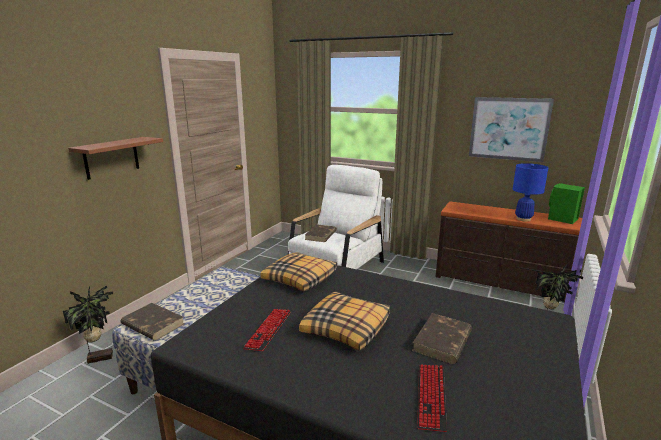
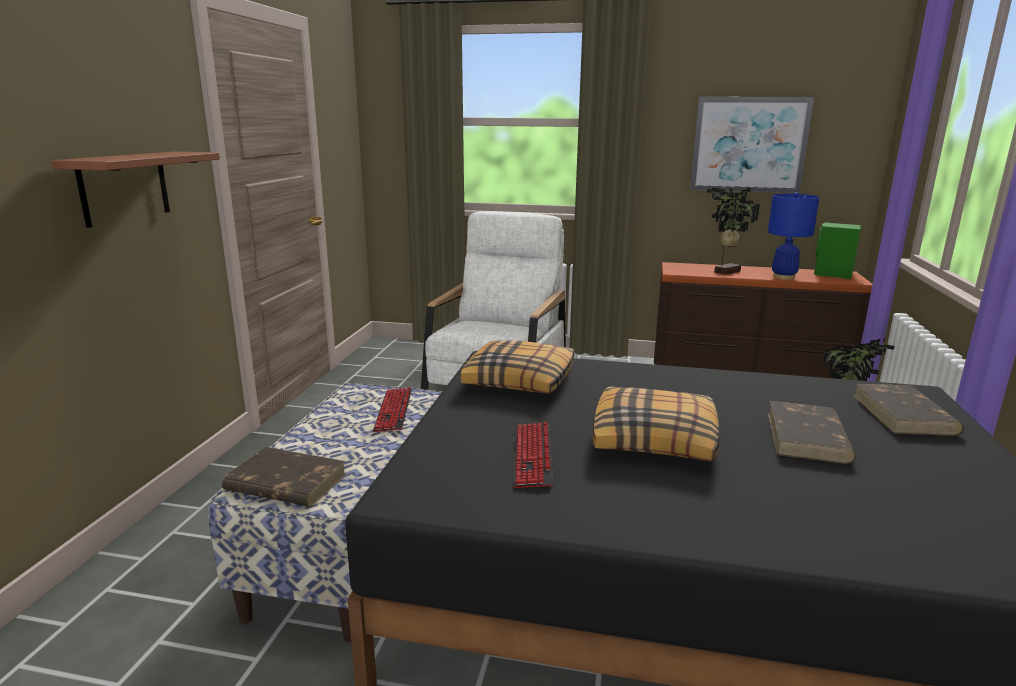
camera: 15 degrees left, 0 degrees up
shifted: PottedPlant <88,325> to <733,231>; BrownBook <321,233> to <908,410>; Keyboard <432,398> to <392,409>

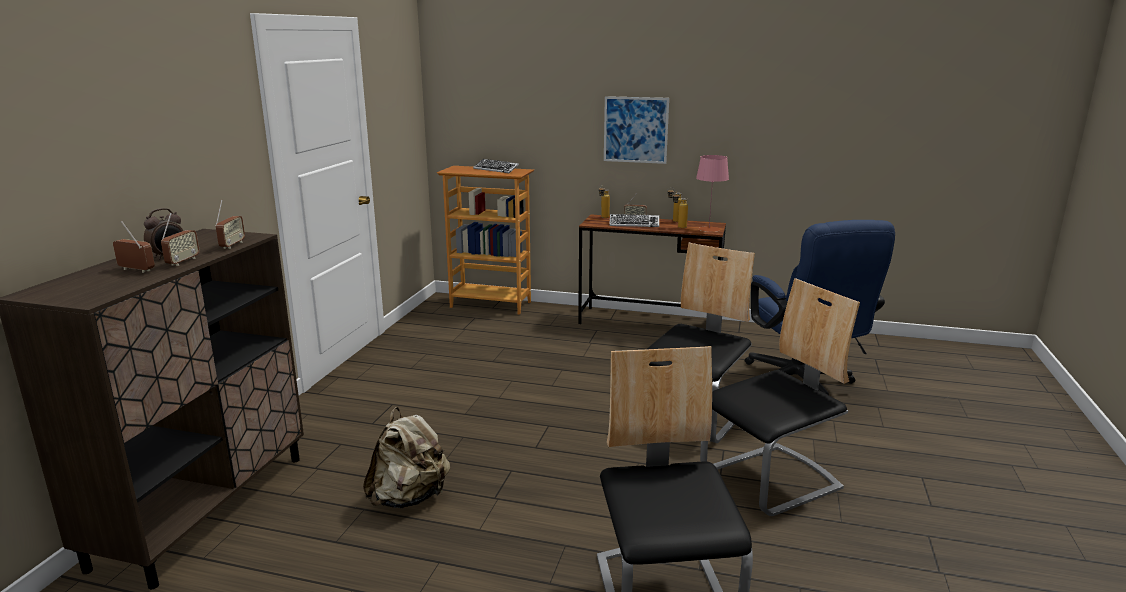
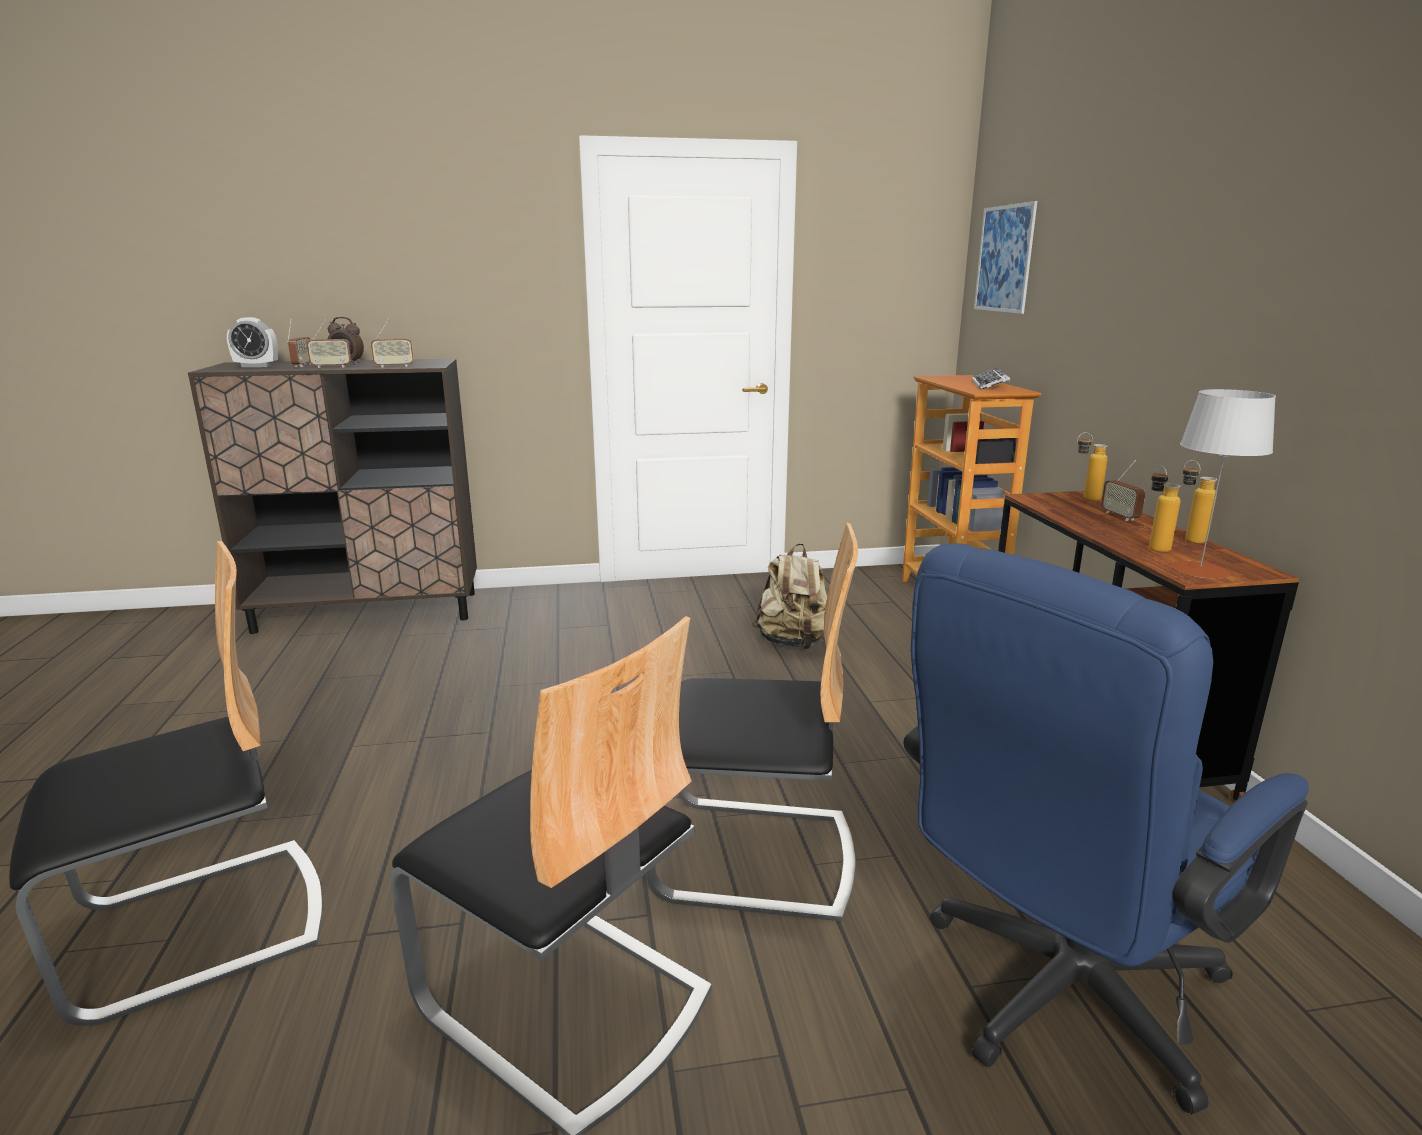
camera: 65 degrees right, 0 degrees up
gone: Keyboard <634,220>
new: AlarmClock <252,342>
shifted: BeigeBackpack <406,457> to <789,596>; Picture <636,130> to <1005,257>
repainted: PinkTableLamp <712,193> to GreyTableLamp <1223,484>

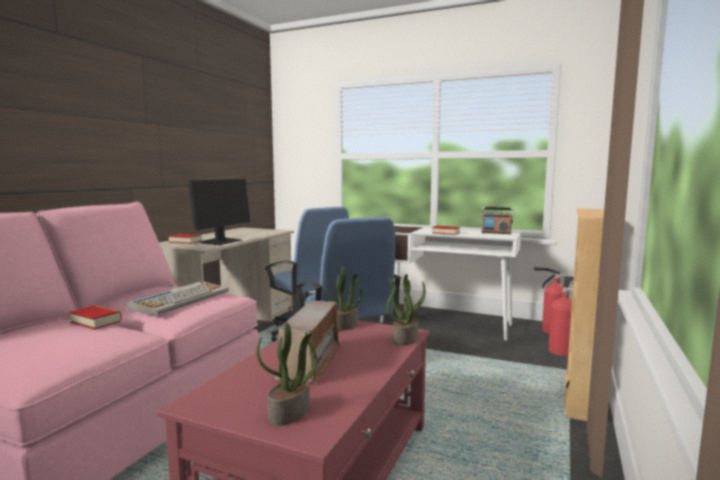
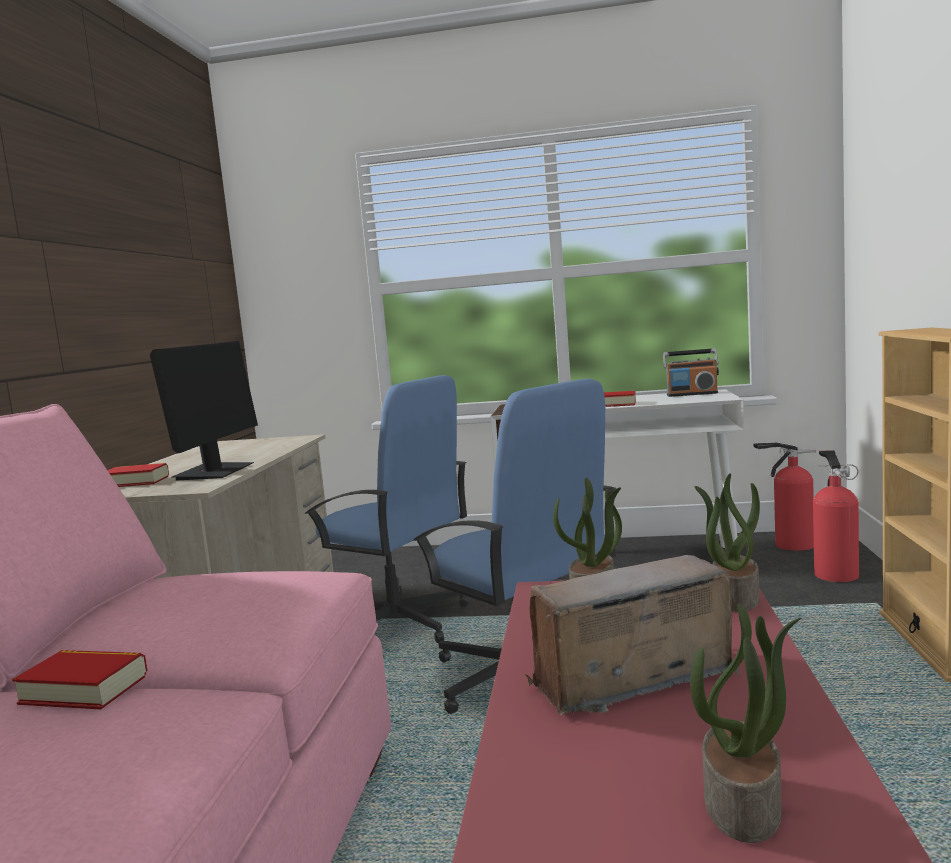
camera: 15 degrees left, 0 degrees up
gone: Keyboard <178,298>
rotated: Radio <308,342> = <632,635> 105 degrees counterclockwise

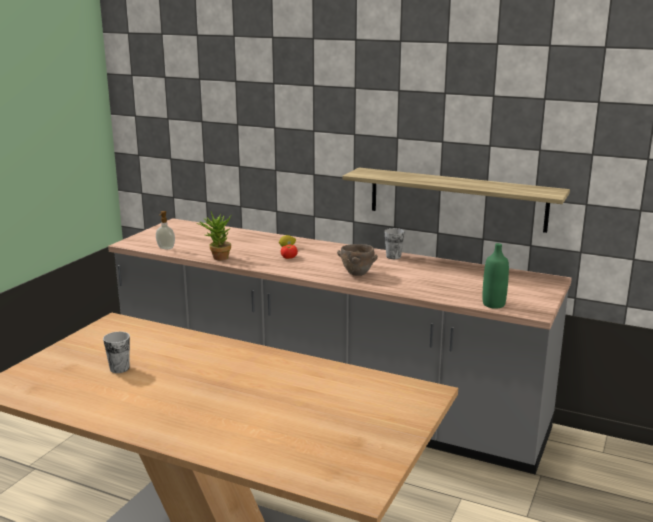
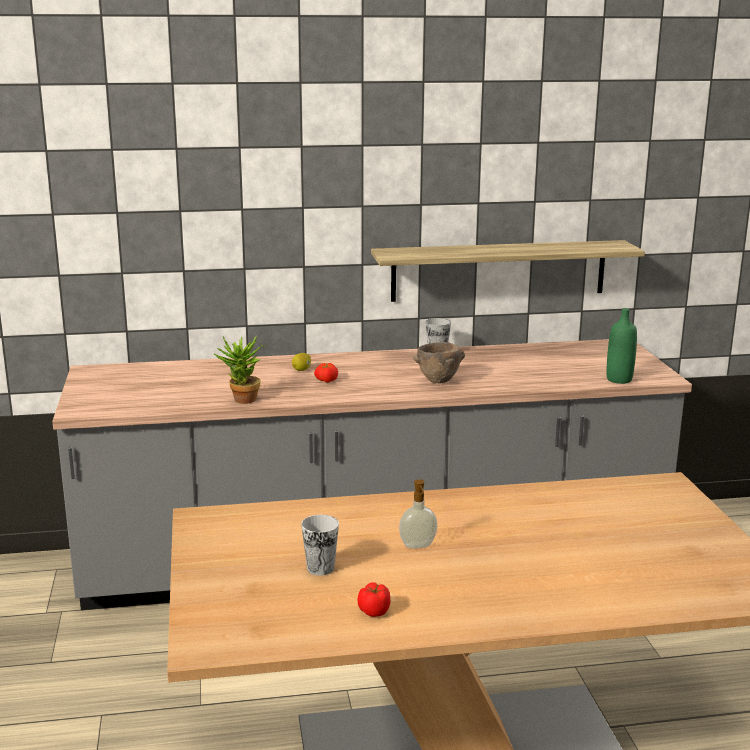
camera: 35 degrees left, 0 degrees up
new: Tomato <373,600>
shifted: SoapDispenser <165,230> to <418,514>

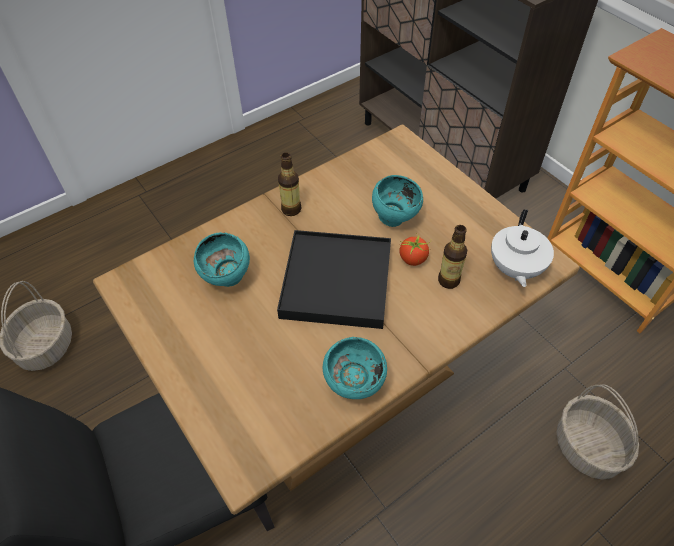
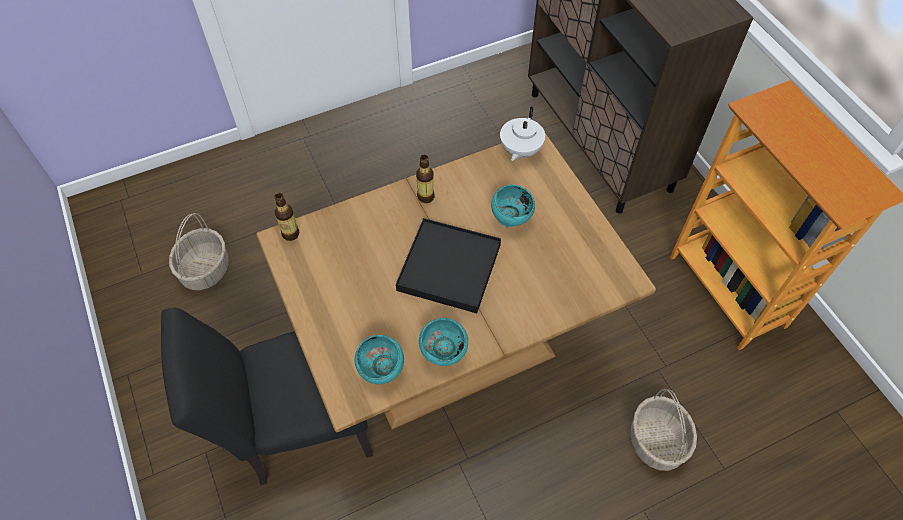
camera: 10 degrees right, 5 degrees up
gone: Tomato <415,249>
shifted: TurquoiseBowl <222,259> to <379,359>; Bottle <452,257> to <286,217>; WhiteTeapot <522,248> to <522,133>

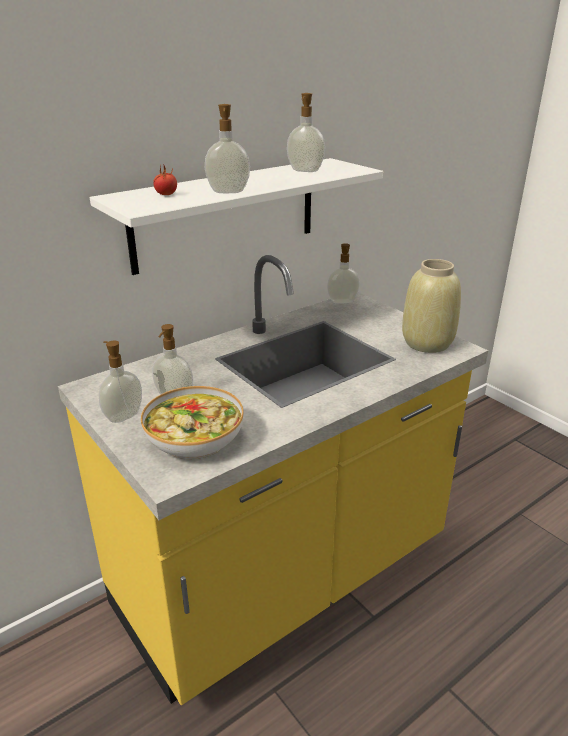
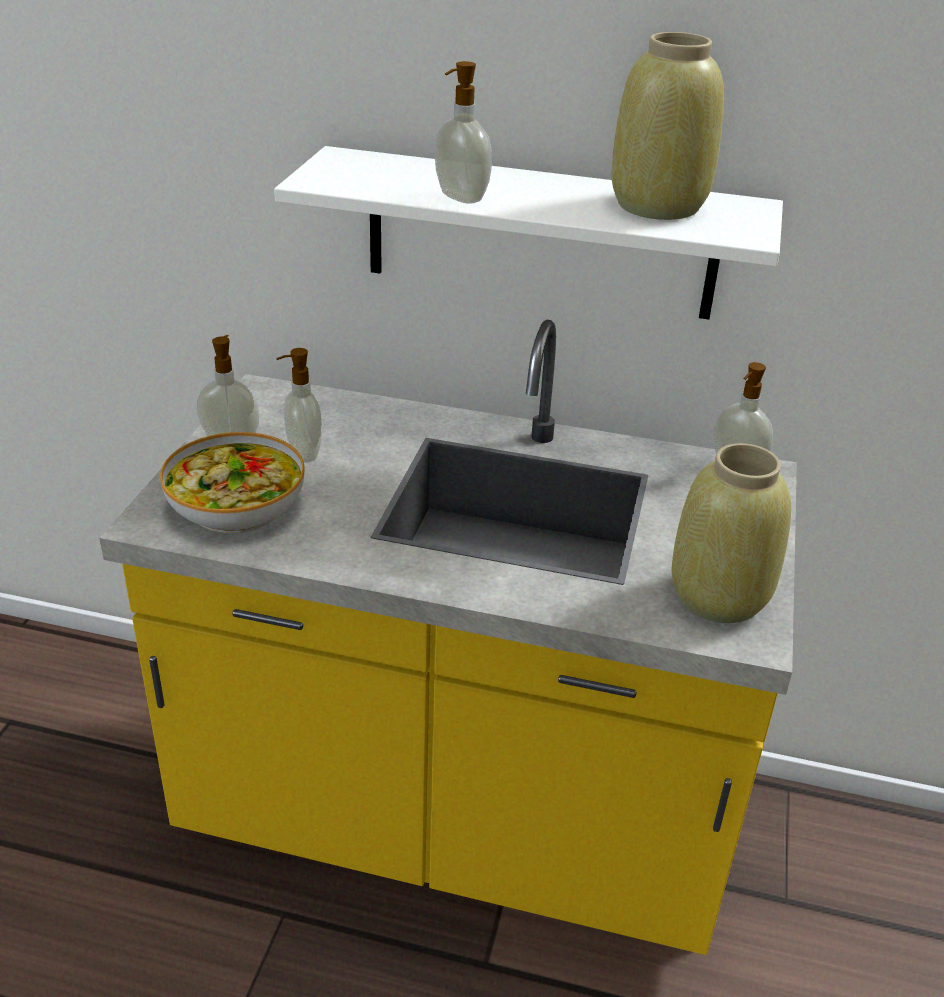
camera: 50 degrees right, 5 degrees up
gone: Tomato <165,179>
swapped: SoapDispenser <306,132> to BeigeVase <667,126>

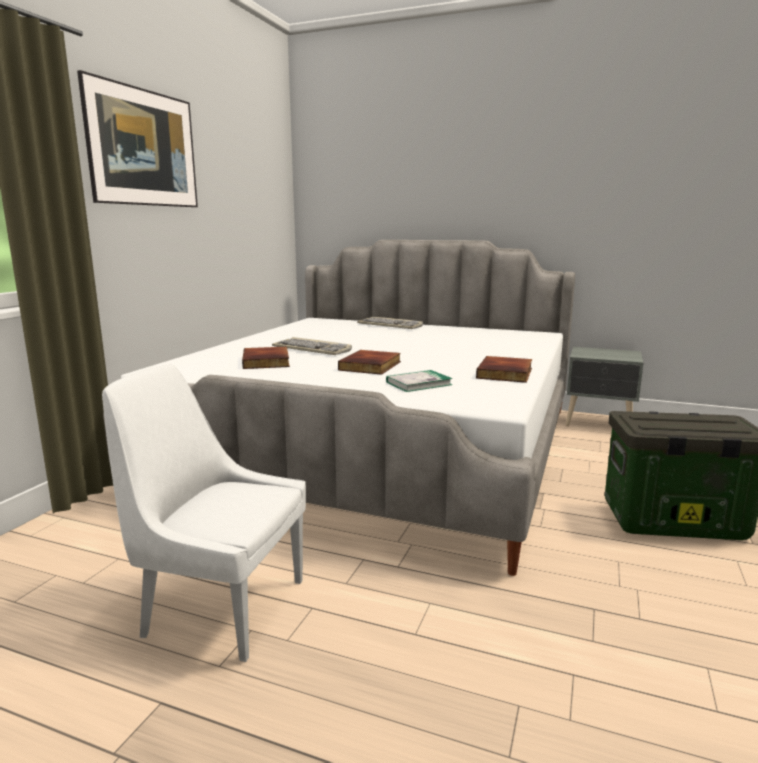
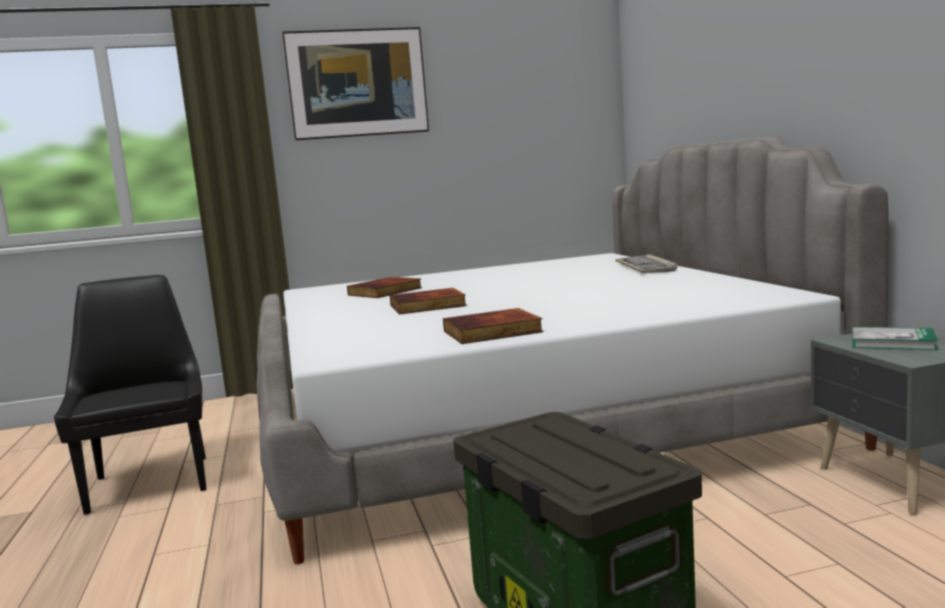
camera: 55 degrees right, 5 degrees down
gone: Keyboard <312,346>
shifted: Book <419,381> to <895,338>
repainted: WhiteChair <204,513> to BlackChair <130,395>

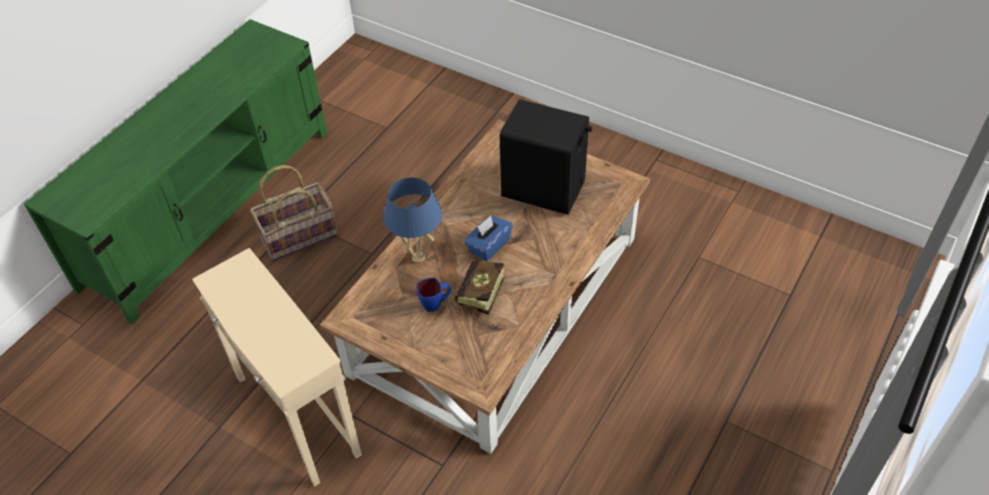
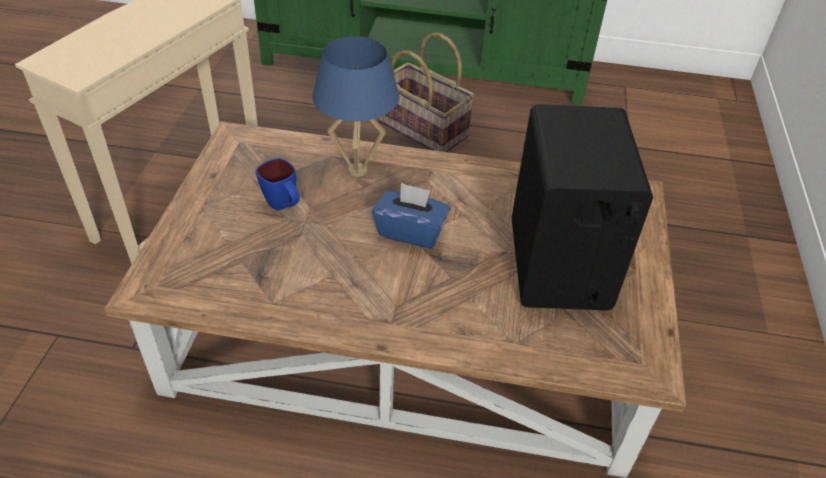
camera: 65 degrees right, 5 degrees down
gone: Book <479,293>

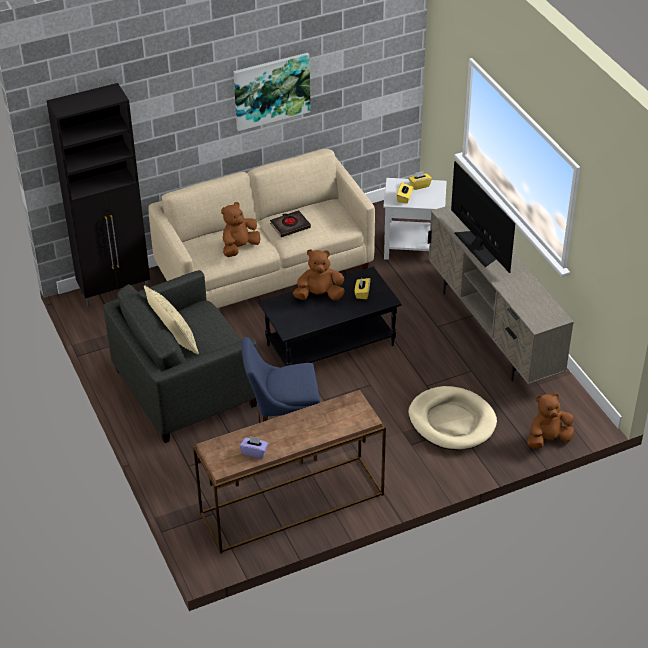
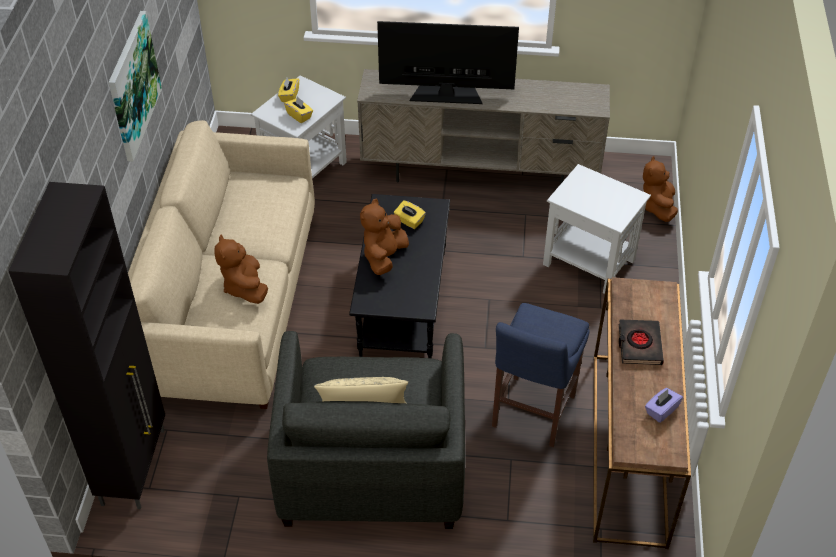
camera: 60 degrees left, 5 degrees up
shifted: BlackBook <290,223> to <641,342>
swapped: BeigeDogBed <452,418> to WhiteSideTable <597,229>

